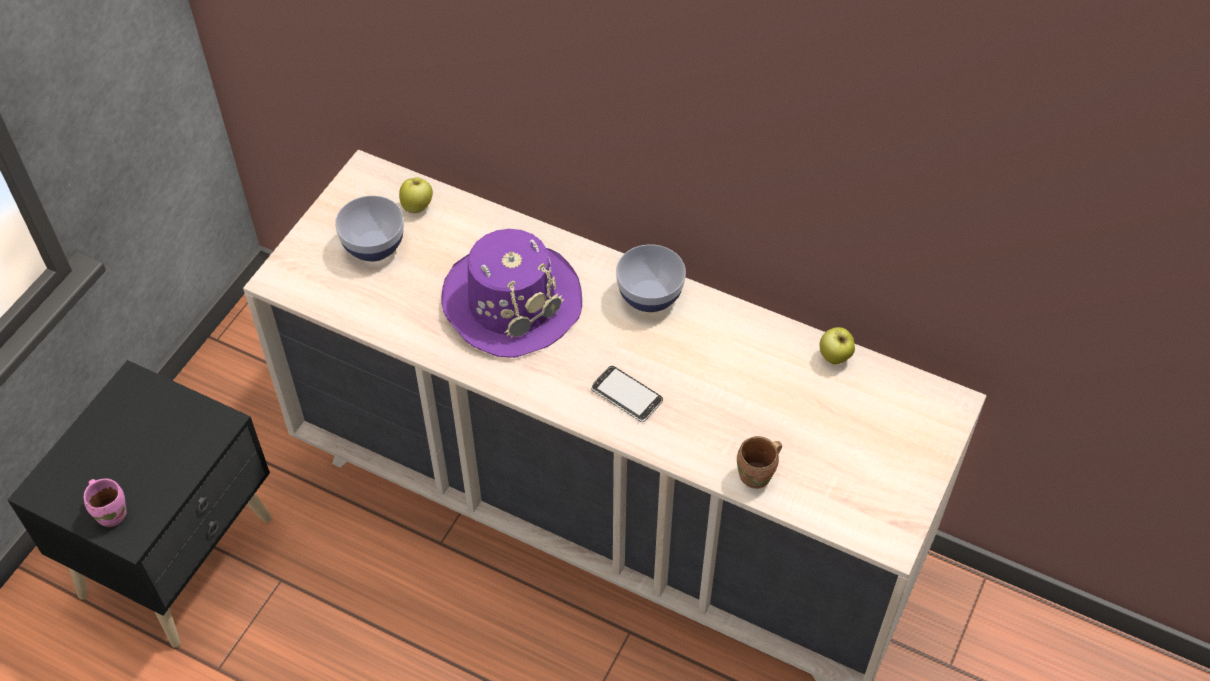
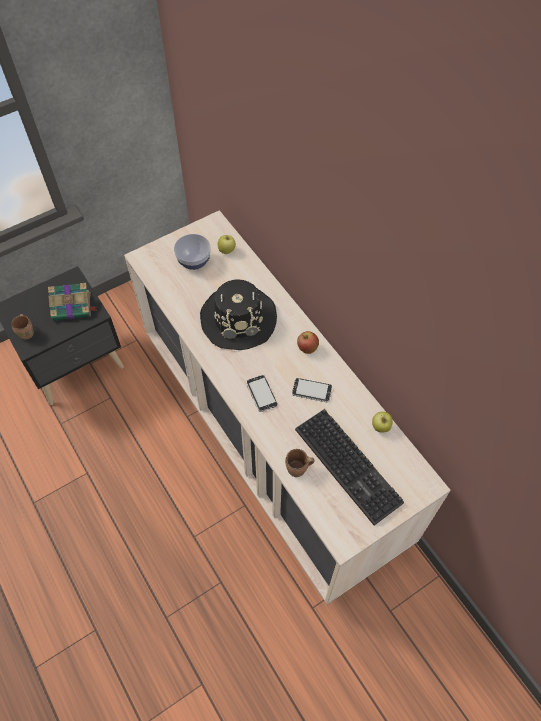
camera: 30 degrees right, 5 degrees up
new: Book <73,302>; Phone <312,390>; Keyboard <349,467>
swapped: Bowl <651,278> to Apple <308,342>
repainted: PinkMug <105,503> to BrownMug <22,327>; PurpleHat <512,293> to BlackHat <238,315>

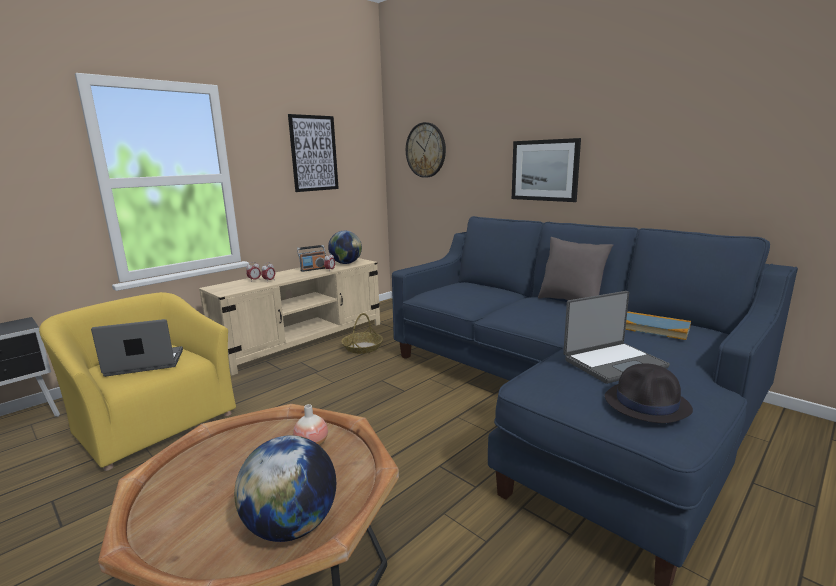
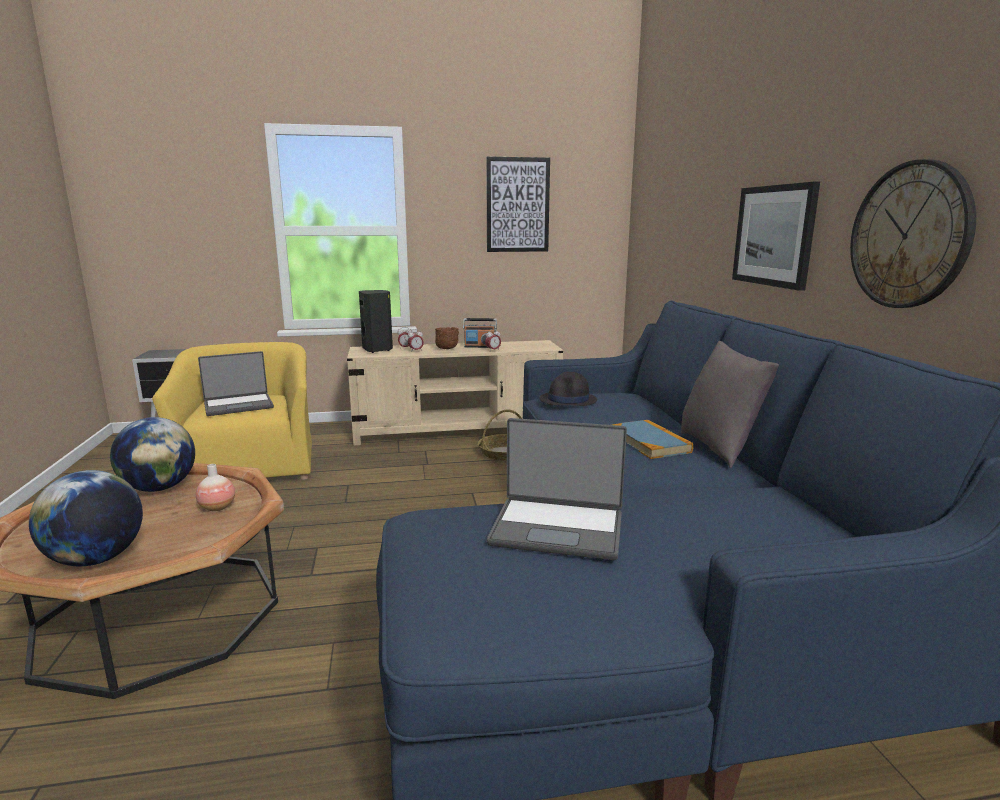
camera: 35 degrees right, 0 degrees up
new: BlackSpeaker <376,321>; BrownBowl <447,338>
shifted: Globe <345,247> to <152,454>; WallClock <426,150> to <913,233>; BlackHat <649,393> to <568,389>; Book <658,325> to <652,439>
rotated: Laptop <137,348> = <236,383> 135 degrees clockwise

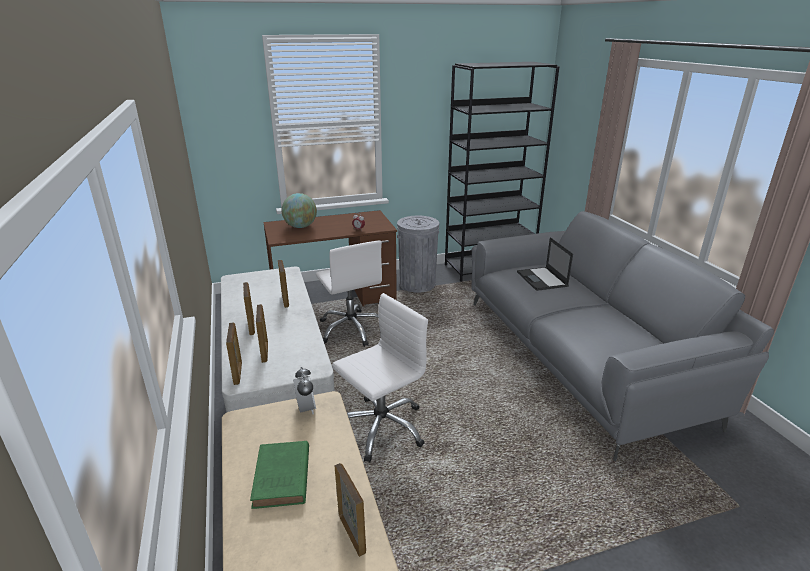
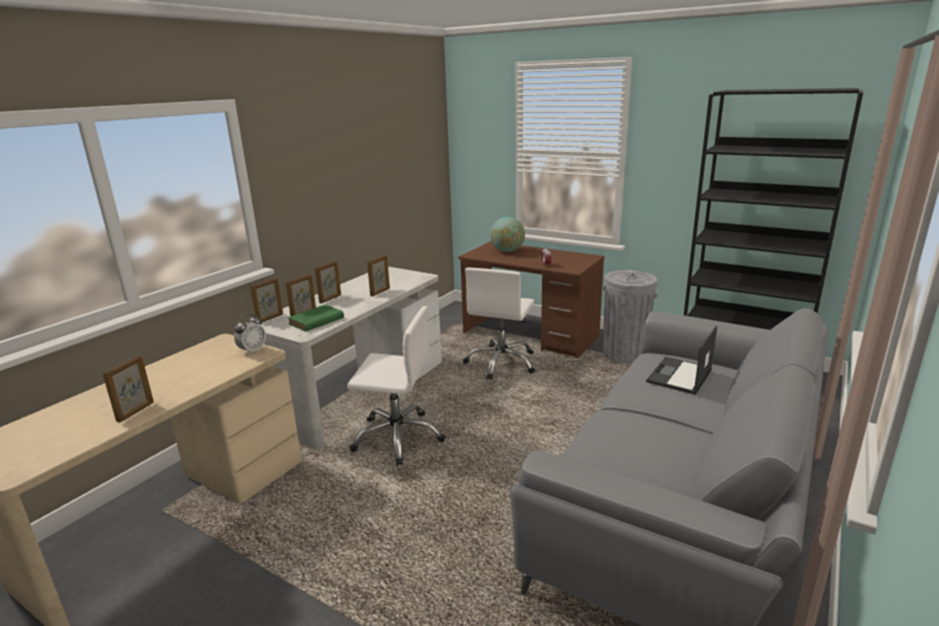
camera: 50 degrees right, 5 degrees down
shifted: GreenBook <279,475> to <315,318>

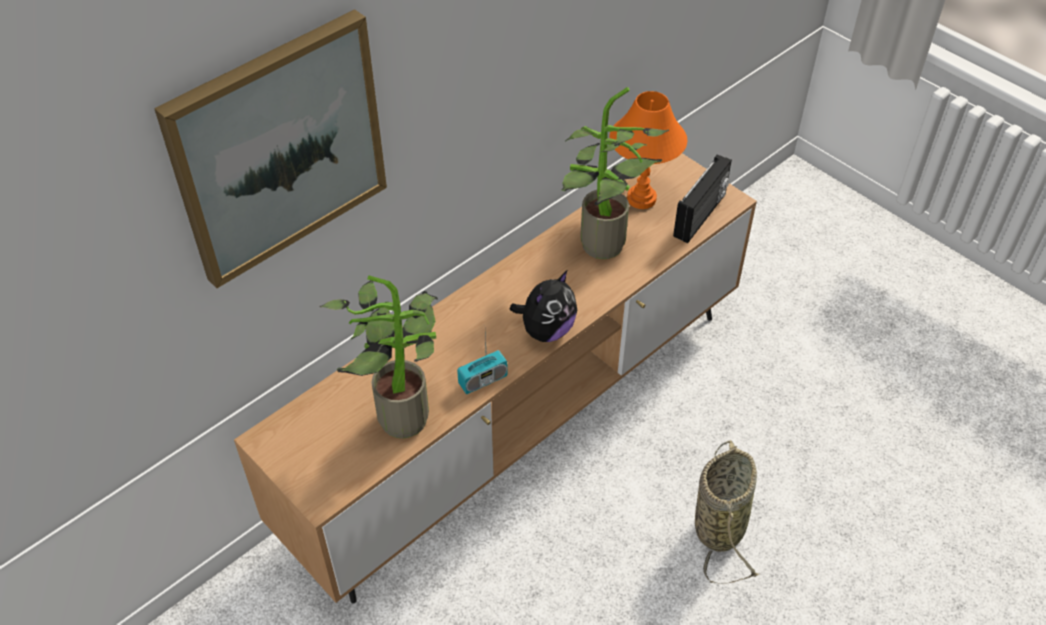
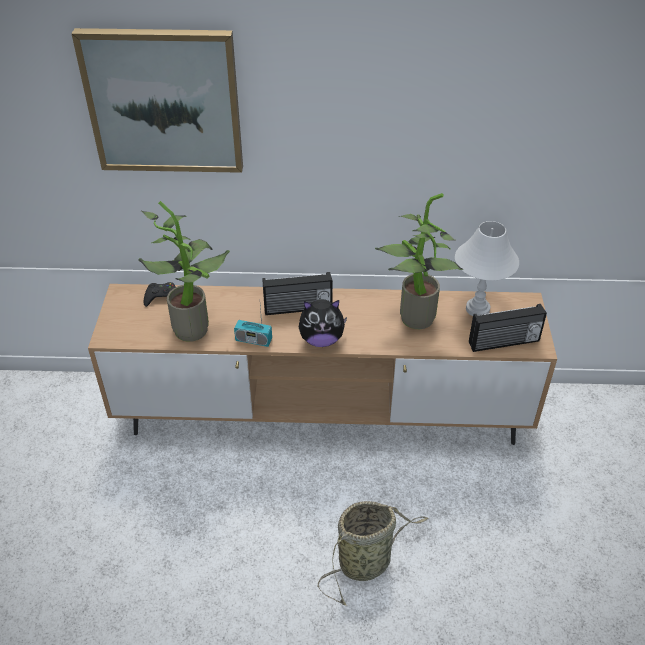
camera: 45 degrees right, 5 degrees down
new: BlackGameController <159,294>; Radio <297,293>
repainted: OrangeTableLamp <648,150> to WhiteTableLamp <487,268>

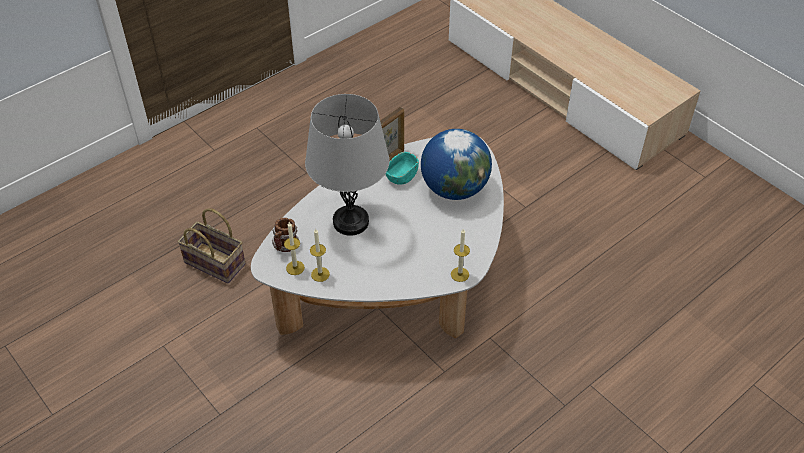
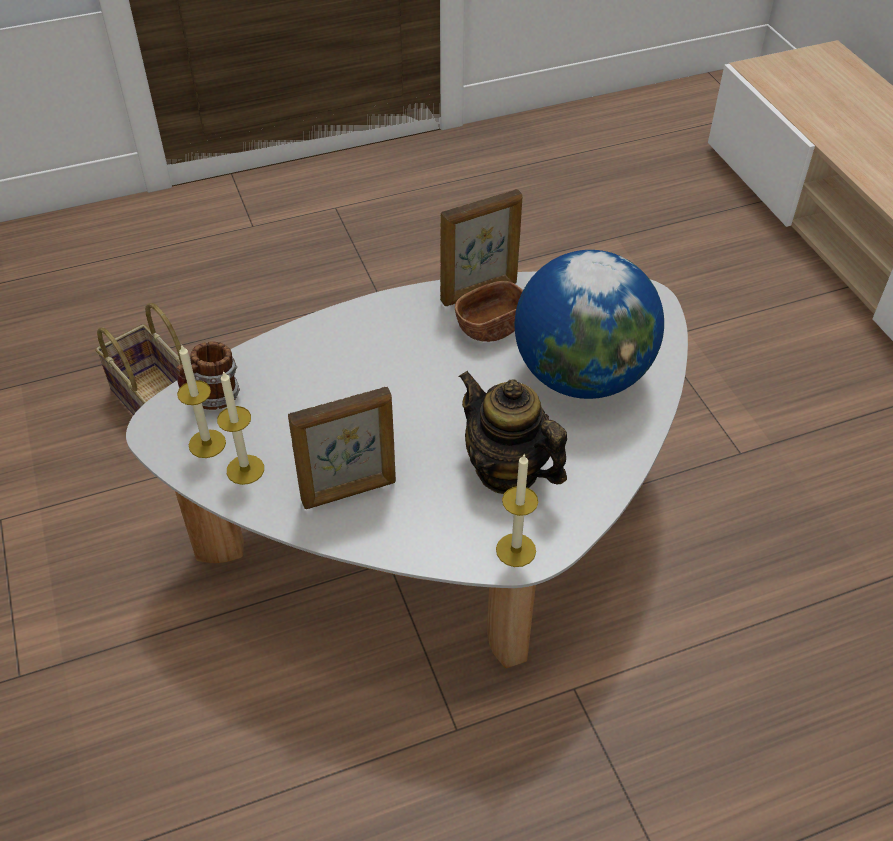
camera: 20 degrees right, 0 degrees up
gone: GreyTableLamp <347,165>
new: PictureFrame <342,448>; Teapot <513,432>
repainted: TurquoiseBowl <402,168> to BrownBowl <489,311>

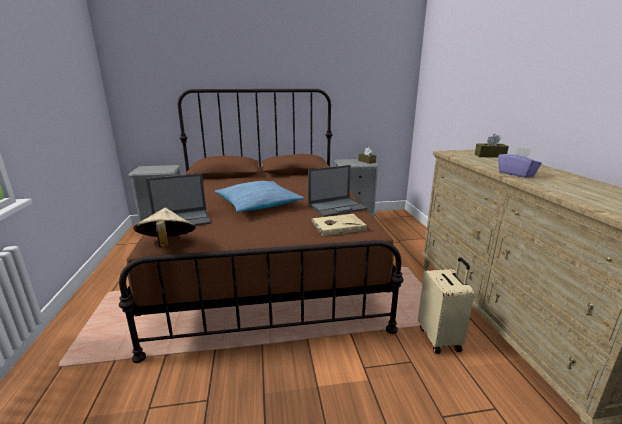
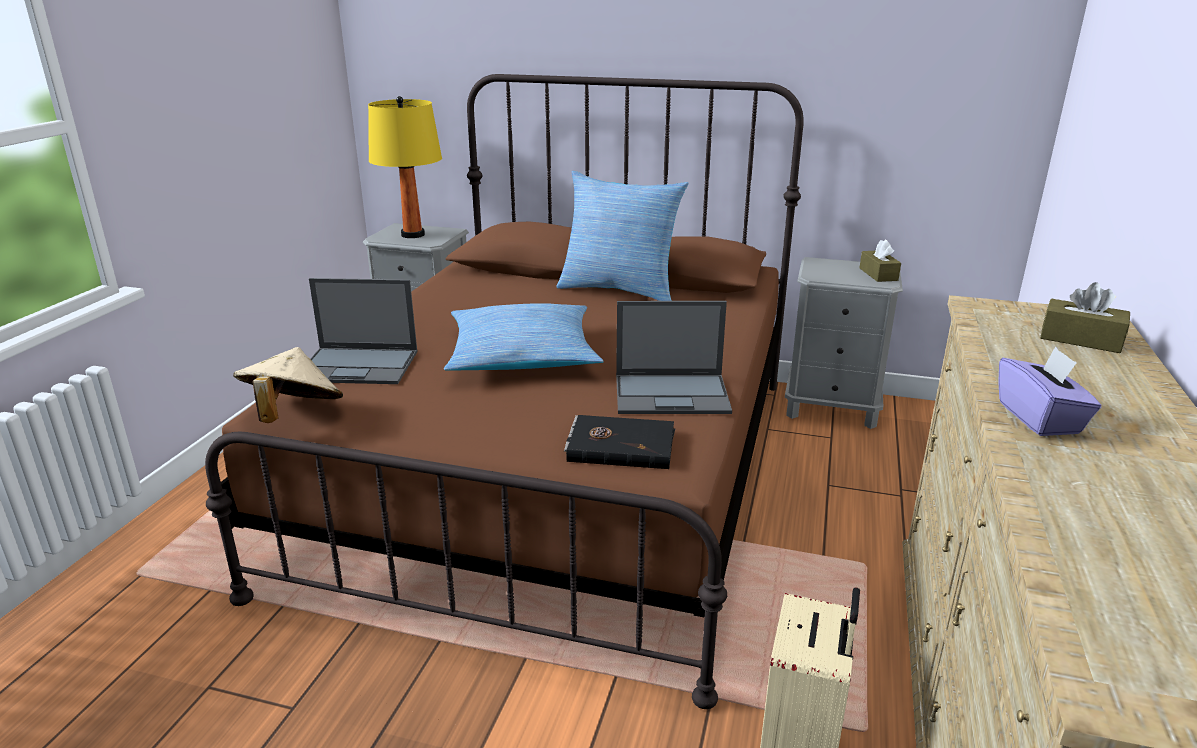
camera: 25 degrees right, 5 degrees up
new: YellowTableLamp <405,167>; Pillow <622,236>
repainted: BeigeBook <339,225> to BlackBook <619,442>

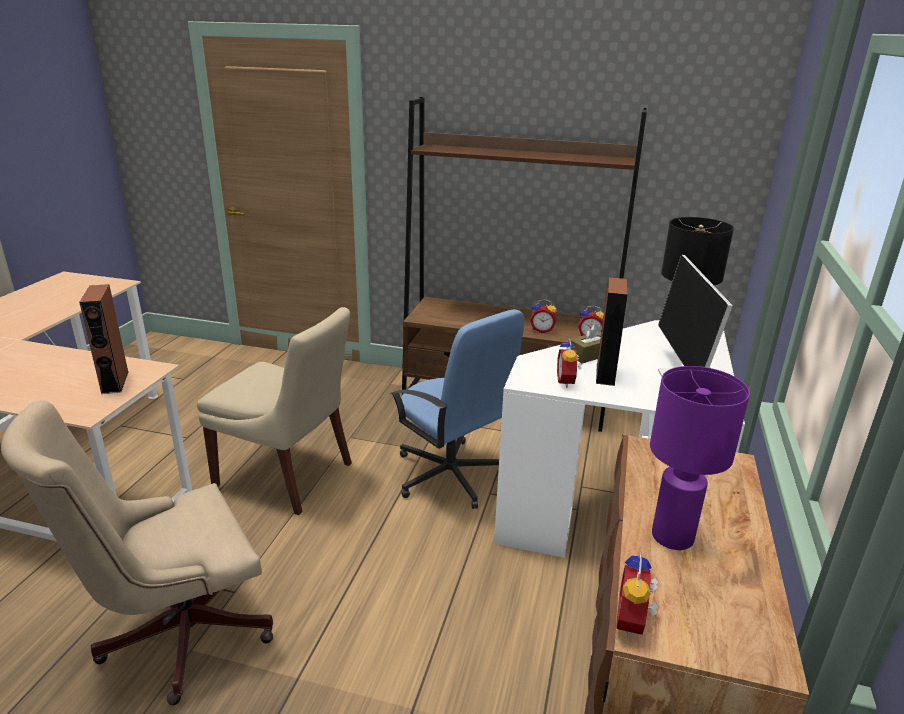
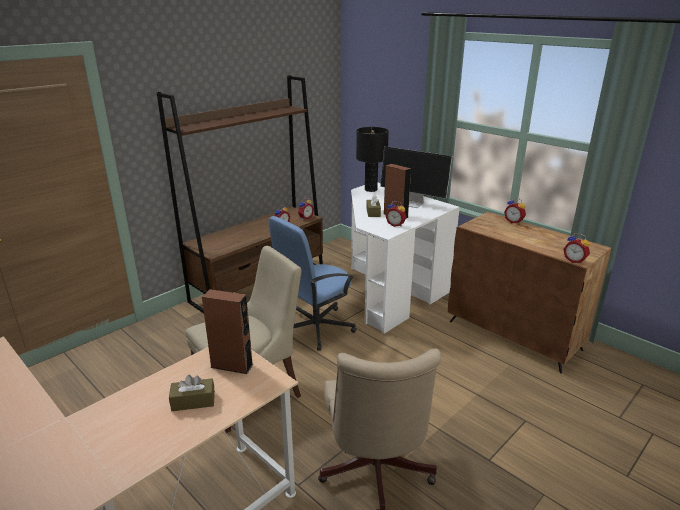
camera: 60 degrees left, 0 degrees up
gone: PurpleTableLamp <700,458>
new: BrownTissueBox <192,393>; AlarmClock <515,210>
rotated: BlueOfficeChair <457,409> = <312,283> 150 degrees clockwise

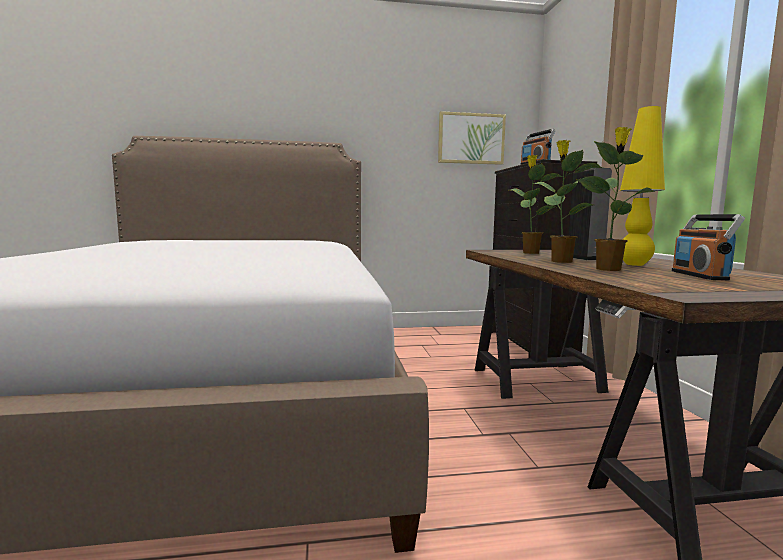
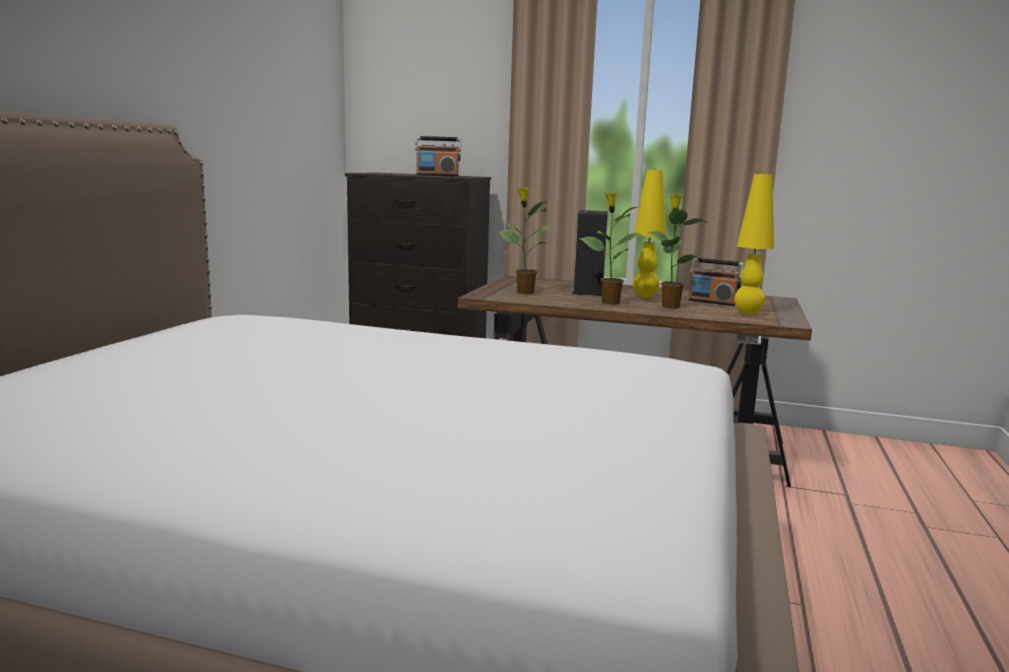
camera: 65 degrees left, 5 degrees up
gone: Picture <472,138>
new: YellowTableLamp <754,244>

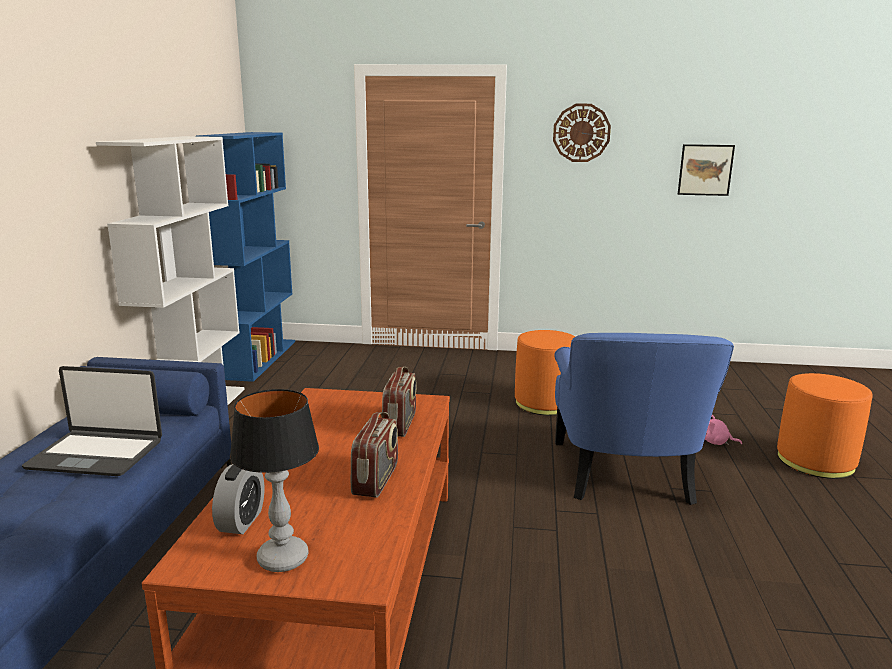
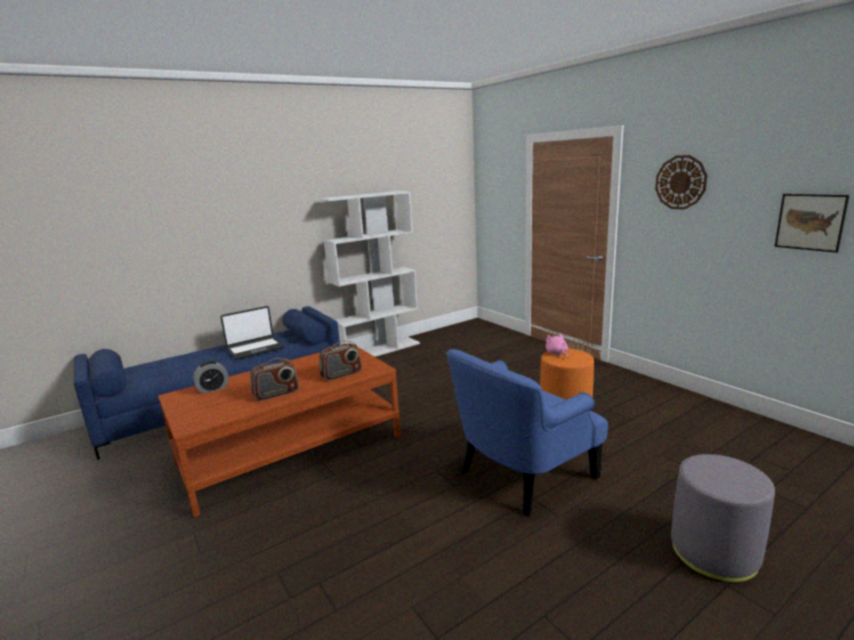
camera: 50 degrees right, 0 degrees up
gone: BlueBookcase <246,257>; TableLamp <274,480>
shifted: PinkPlushToy <723,430> to <556,345>
repainted: OrangeOttoman <824,426> to GreyOttoman <723,518>
rotated: Laptop <92,421> = <252,333> 90 degrees counterclockwise

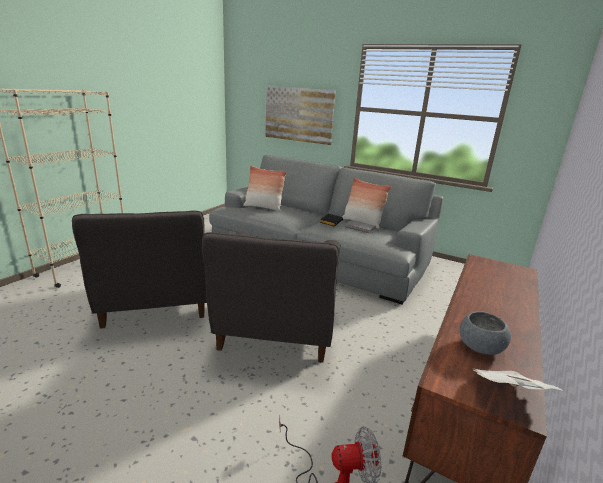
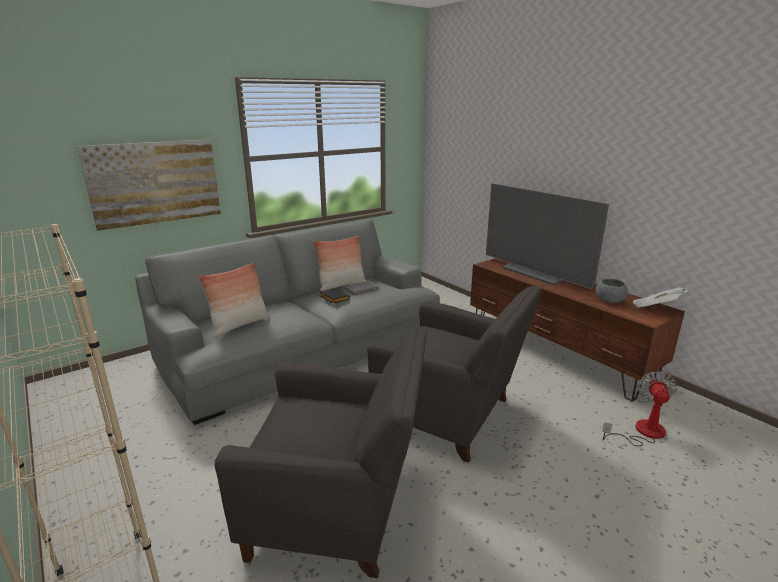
camera: 65 degrees left, 0 degrees up
new: Television <547,236>

